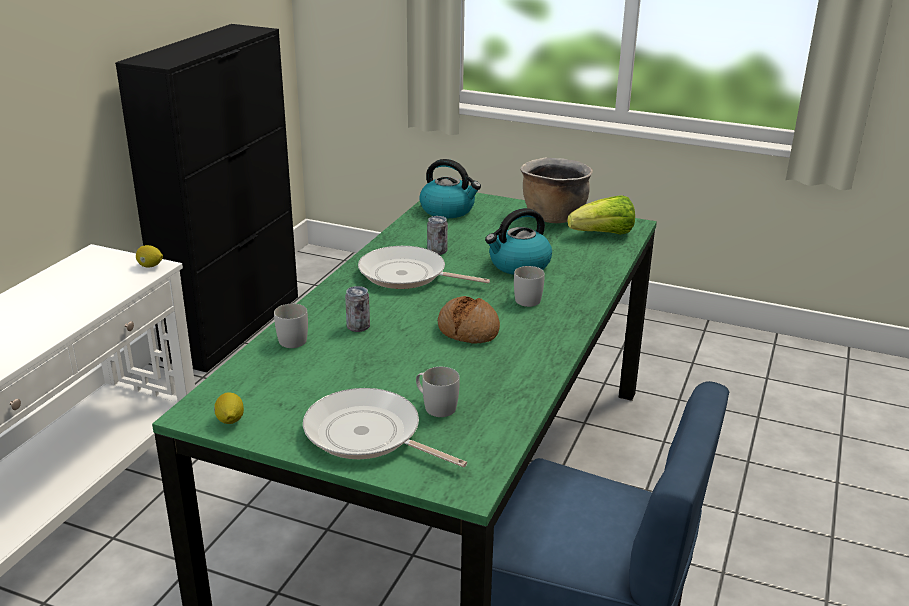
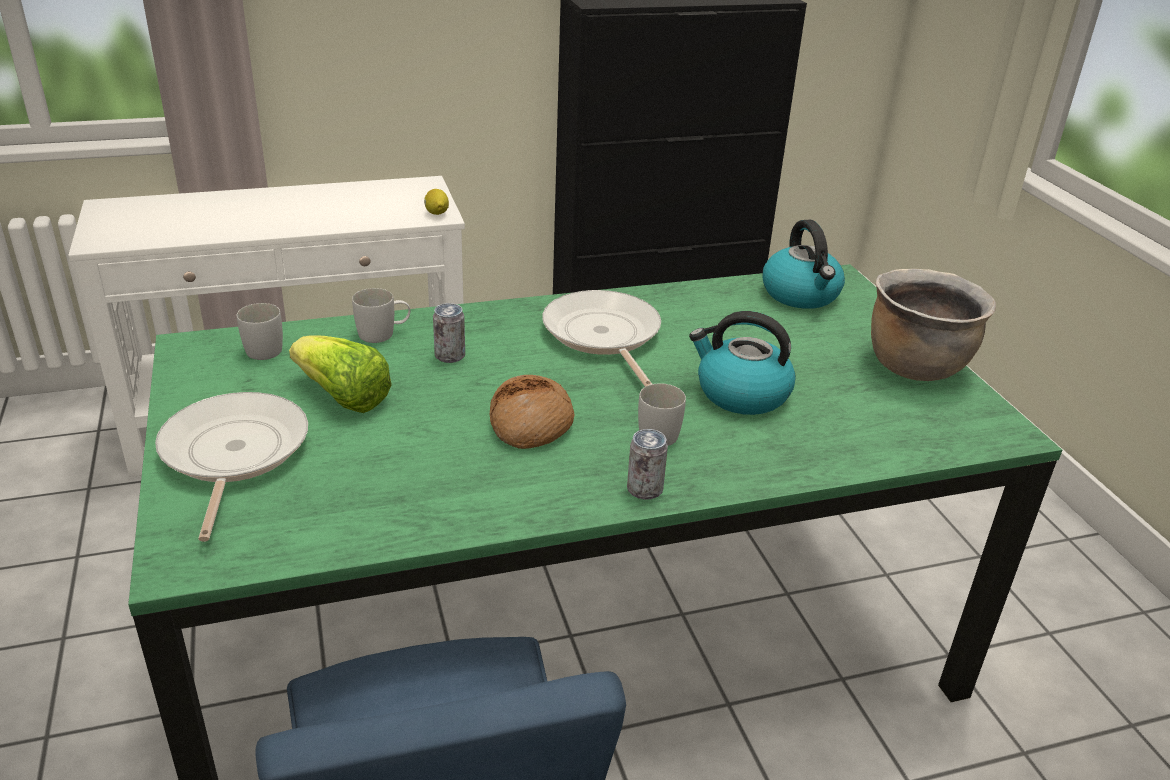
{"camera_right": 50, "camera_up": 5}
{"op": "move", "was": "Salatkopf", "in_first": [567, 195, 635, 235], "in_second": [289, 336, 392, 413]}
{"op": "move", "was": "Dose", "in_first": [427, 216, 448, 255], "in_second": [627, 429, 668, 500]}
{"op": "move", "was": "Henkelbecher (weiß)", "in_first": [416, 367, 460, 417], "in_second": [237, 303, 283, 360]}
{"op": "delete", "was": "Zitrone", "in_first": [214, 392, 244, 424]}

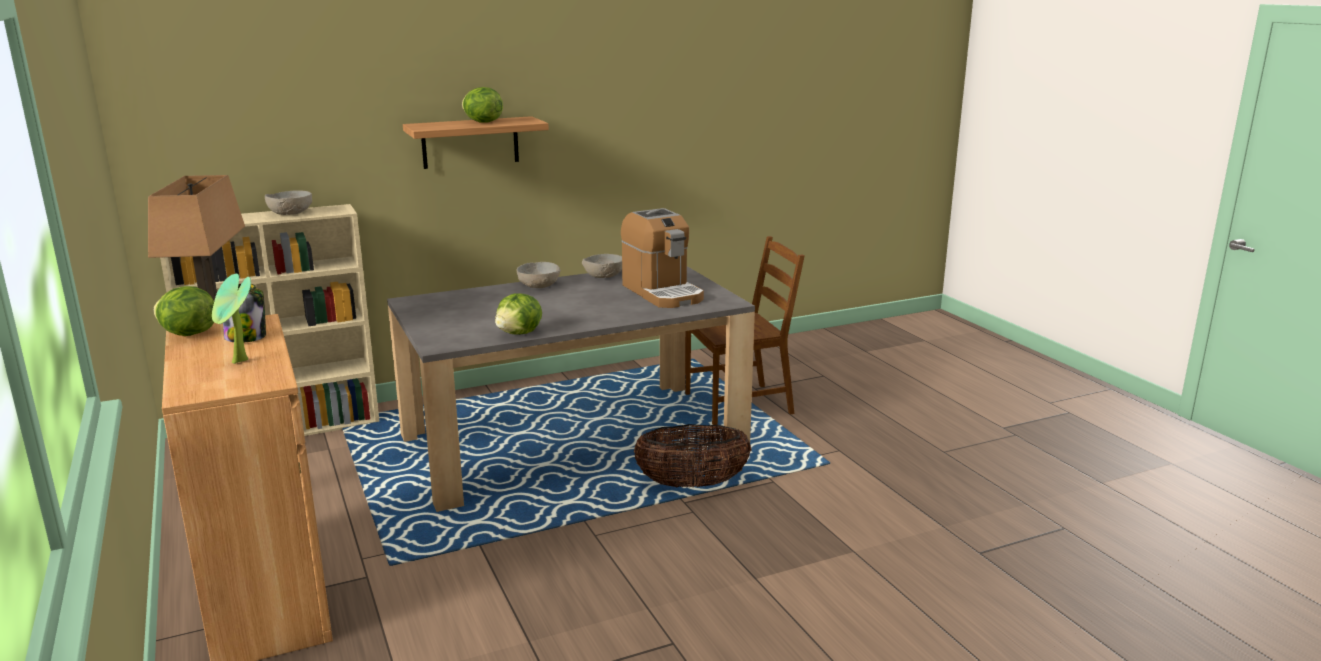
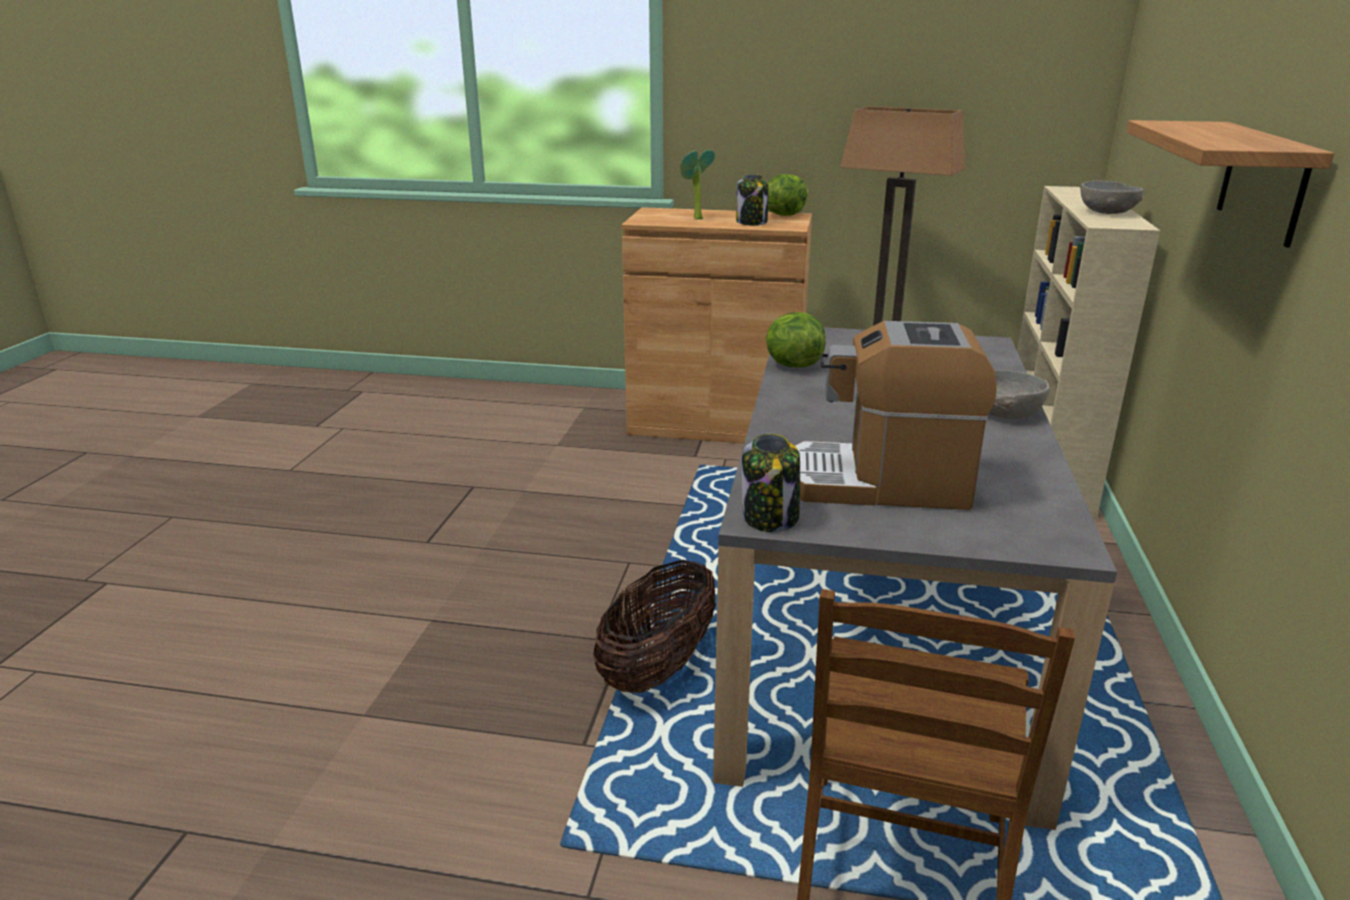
{"camera_right": 125, "camera_up": 5}
{"op": "delete", "was": "Salatkopf", "in_first": [462, 87, 503, 123]}
{"op": "delete", "was": "Schüssel (grau)", "in_first": [582, 254, 622, 278]}
{"op": "insert", "now": "Vorratsglas", "in_second": [742, 434, 800, 532]}

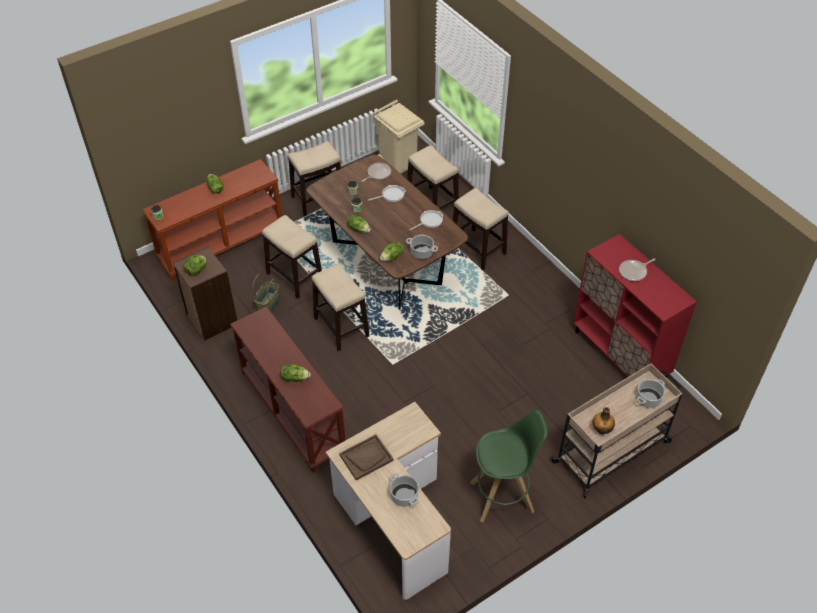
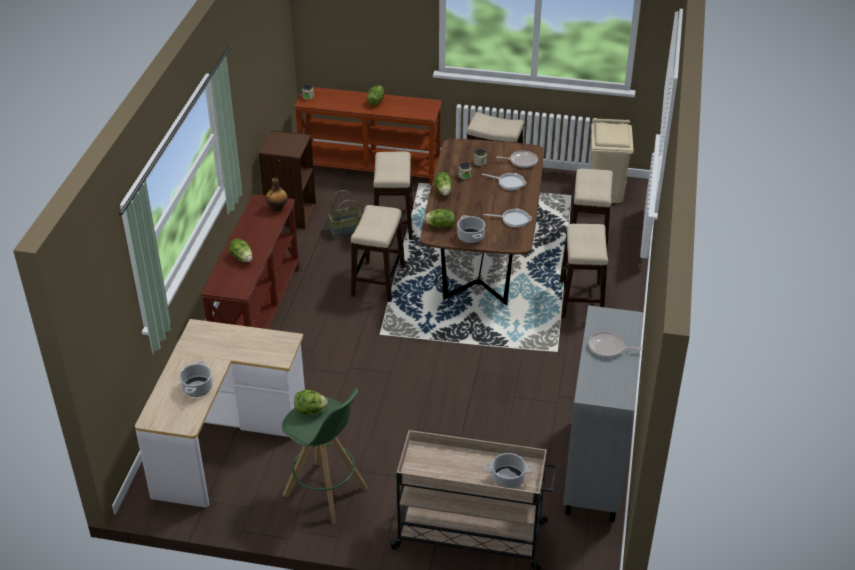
{"camera_right": 45, "camera_up": -10}
{"op": "recolor", "was": "Schrank (rot)", "now": "Schrank (grau)", "in_first": [573, 234, 697, 378], "in_second": [563, 305, 644, 522]}
{"op": "move", "was": "Salatkopf", "in_first": [183, 255, 207, 275], "in_second": [294, 390, 327, 415]}
{"op": "move", "was": "Flasche", "in_first": [593, 407, 615, 434], "in_second": [266, 178, 288, 211]}
{"op": "delete", "was": "Tablett (braun)", "in_first": [339, 434, 394, 481]}

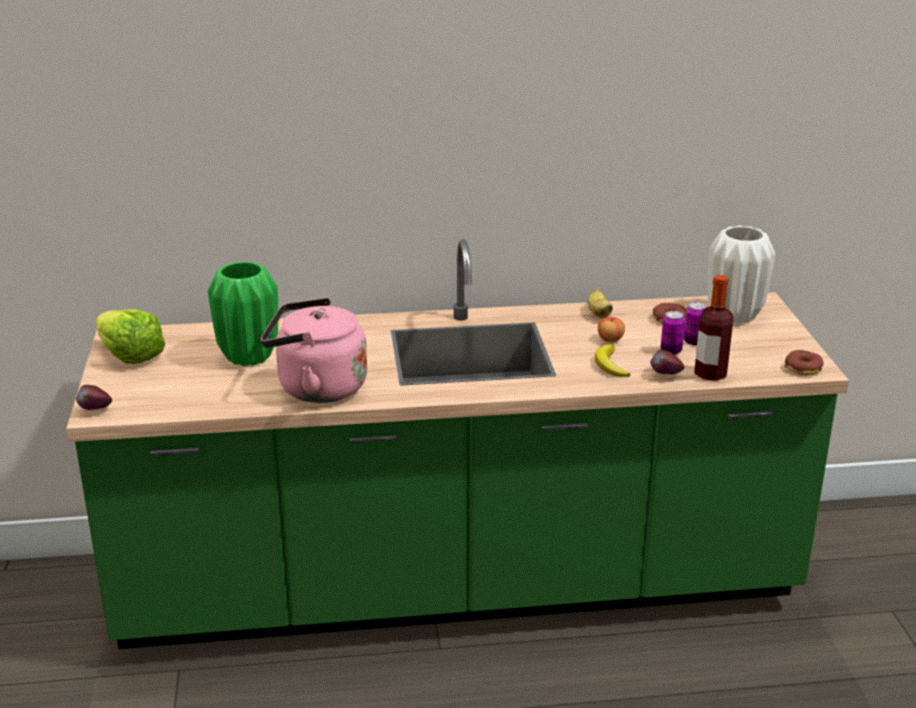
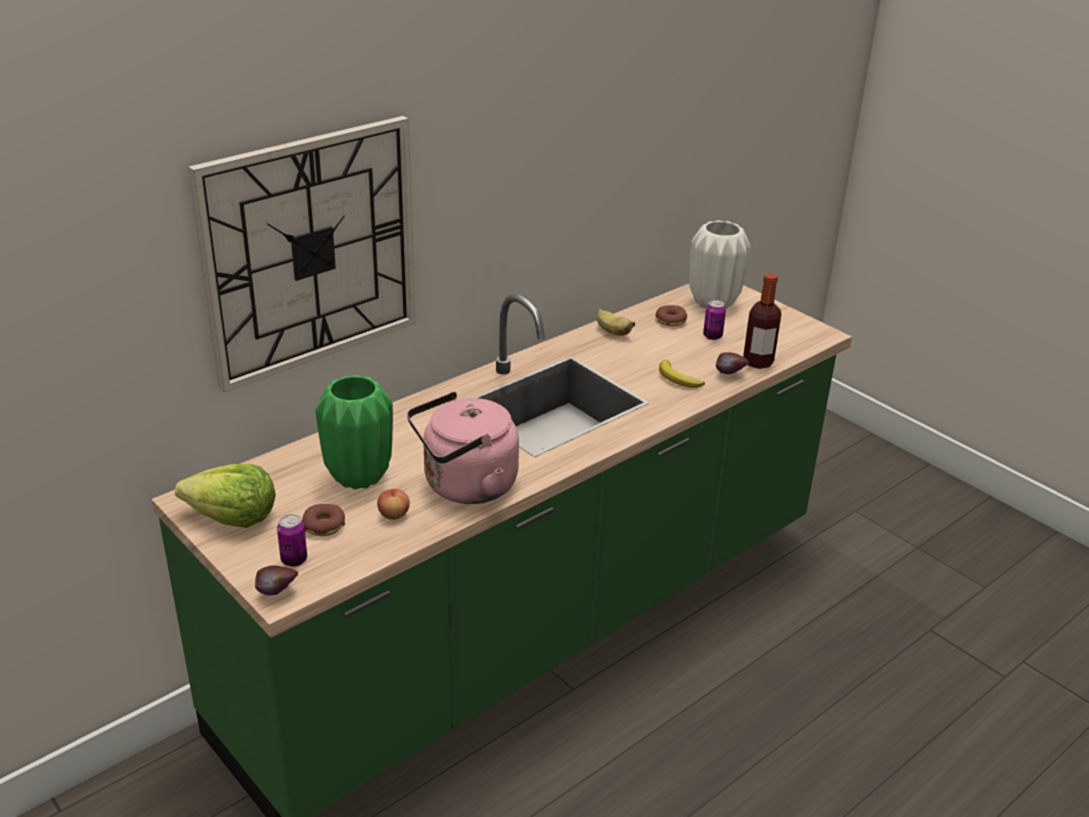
{"camera_right": -35, "camera_up": 5}
{"op": "move", "was": "Dose", "in_first": [661, 311, 685, 355], "in_second": [277, 514, 307, 567]}
{"op": "move", "was": "Apfel", "in_first": [598, 315, 625, 342], "in_second": [377, 489, 410, 520]}
{"op": "move", "was": "Donut", "in_first": [785, 350, 824, 375], "in_second": [302, 504, 345, 536]}
{"op": "insert", "now": "Wanduhr", "in_second": [188, 116, 416, 392]}

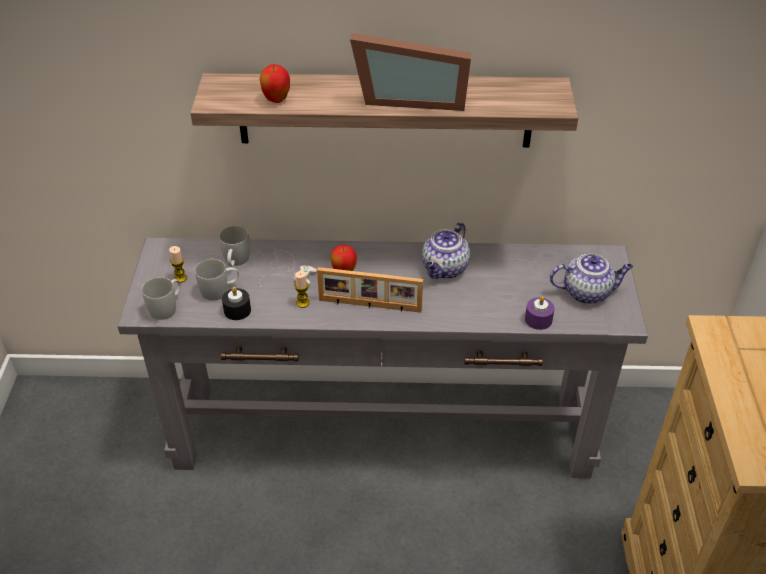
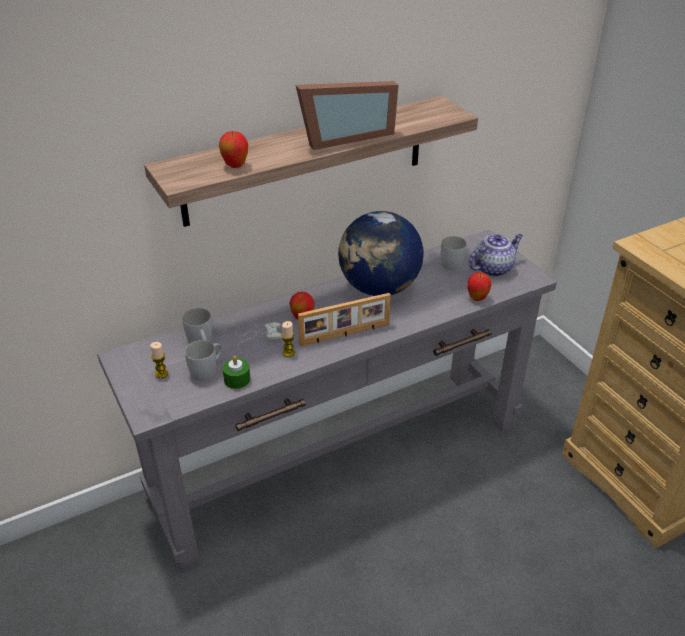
{"camera_right": -30, "camera_up": -5}
{"op": "replace", "was": "Teekanne", "now": "Globus", "in_first": [422, 222, 470, 279], "in_second": [338, 211, 424, 296]}
{"op": "move", "was": "Henkelbecher (weiß)", "in_first": [142, 277, 181, 320], "in_second": [441, 236, 467, 270]}
{"op": "recolor", "was": "Kerze (schwarz)", "now": "Kerze (grün)", "in_first": [222, 287, 251, 320], "in_second": [222, 356, 250, 389]}
{"op": "replace", "was": "Kerze (lila)", "now": "Apfel", "in_first": [525, 296, 555, 330], "in_second": [467, 272, 492, 301]}

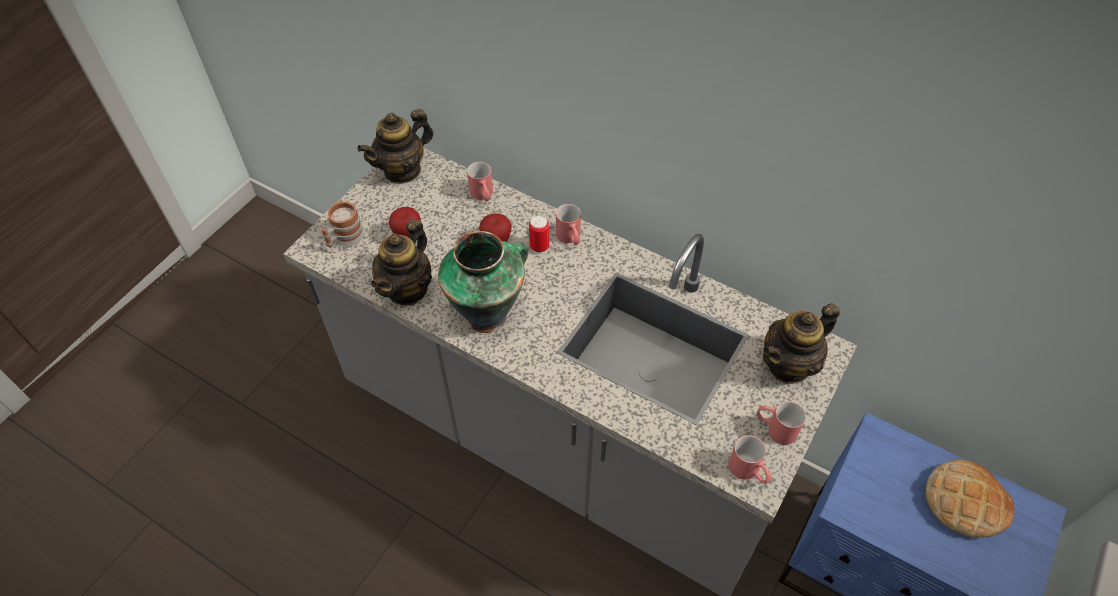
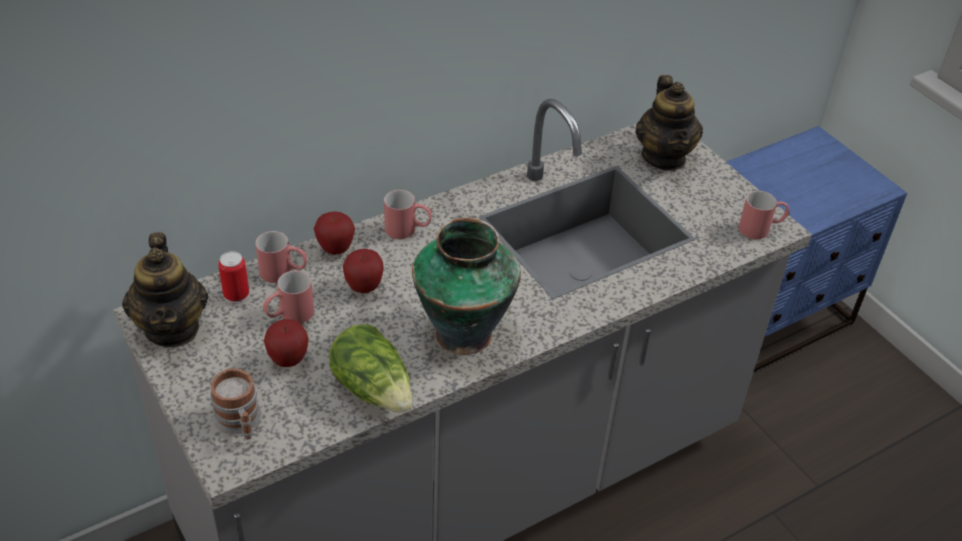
{"camera_right": -65, "camera_up": -10}
{"op": "move", "was": "Dose", "in_first": [529, 215, 549, 254], "in_second": [218, 251, 249, 304]}
{"op": "replace", "was": "Teekanne", "now": "Salatkopf", "in_first": [371, 219, 432, 306], "in_second": [329, 324, 412, 413]}
{"op": "move", "was": "Henkelbecher (rot)", "in_first": [757, 401, 806, 445], "in_second": [263, 270, 314, 323]}
{"op": "delete", "was": "Brot", "in_first": [925, 460, 1015, 538]}
{"op": "insert", "now": "Apfel", "in_second": [314, 212, 355, 255]}

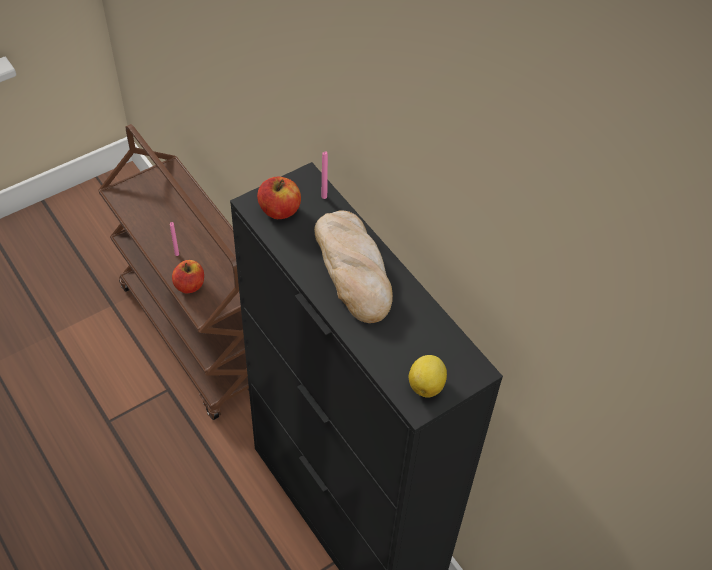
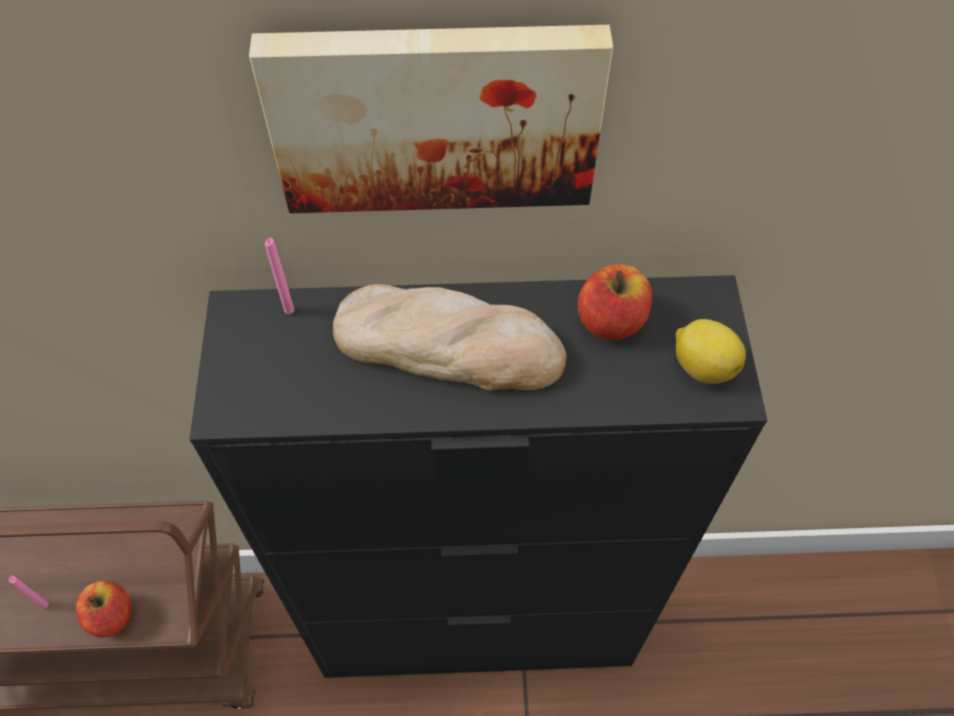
{"camera_right": -55, "camera_up": 5}
{"op": "move", "was": "Apfel", "in_first": [257, 177, 301, 219], "in_second": [578, 264, 652, 340]}
{"op": "insert", "now": "Bild", "in_second": [249, 25, 613, 213]}

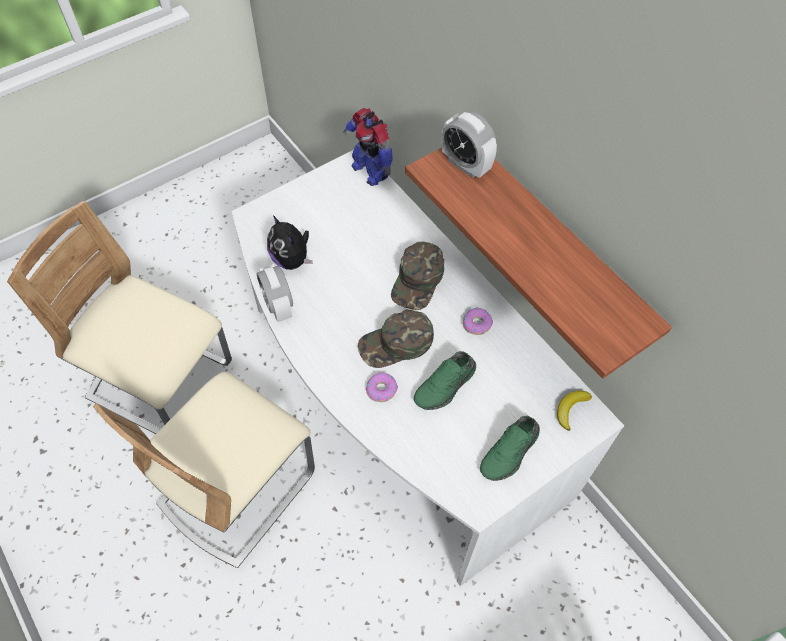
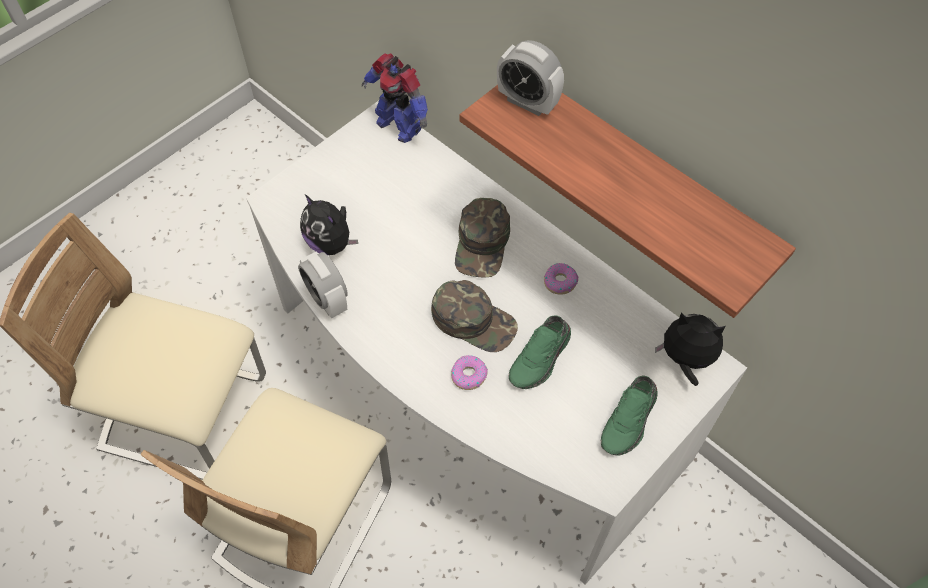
{"camera_right": -10, "camera_up": 0}
{"op": "rotate", "was": "Kappe (grün)", "in_first": [358, 309, 434, 368], "in_second": [431, 280, 518, 352], "clockwise": -120}
{"op": "replace", "was": "Banane", "now": "Plüschtier", "in_first": [557, 390, 592, 431], "in_second": [655, 312, 725, 386]}

